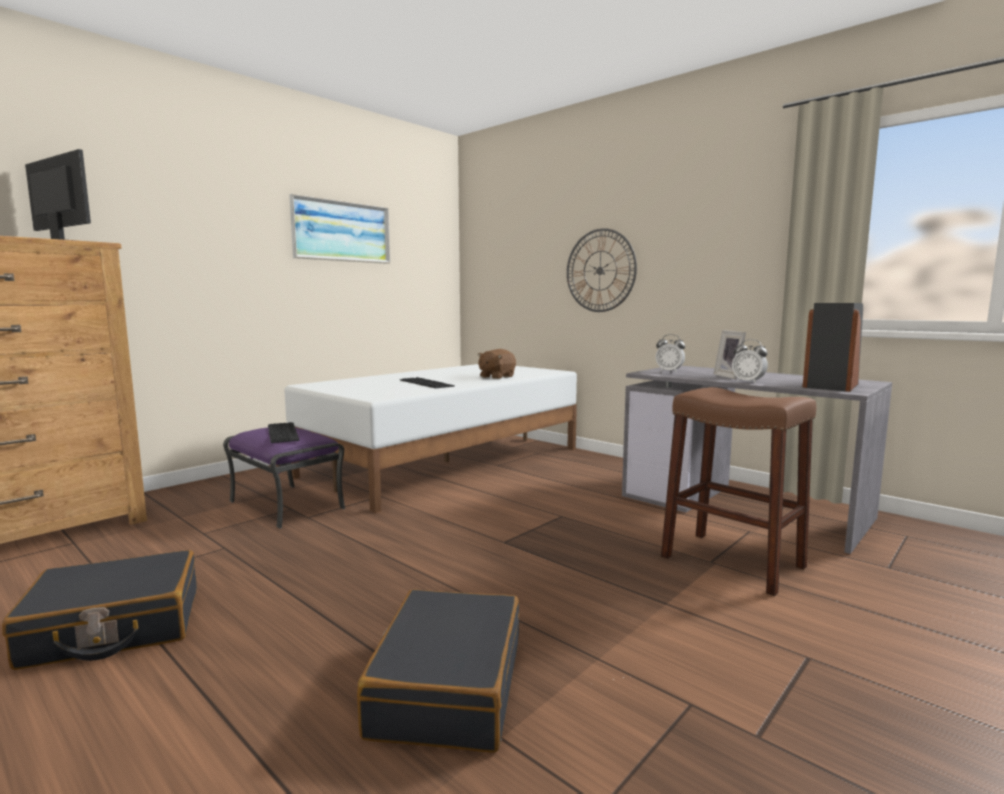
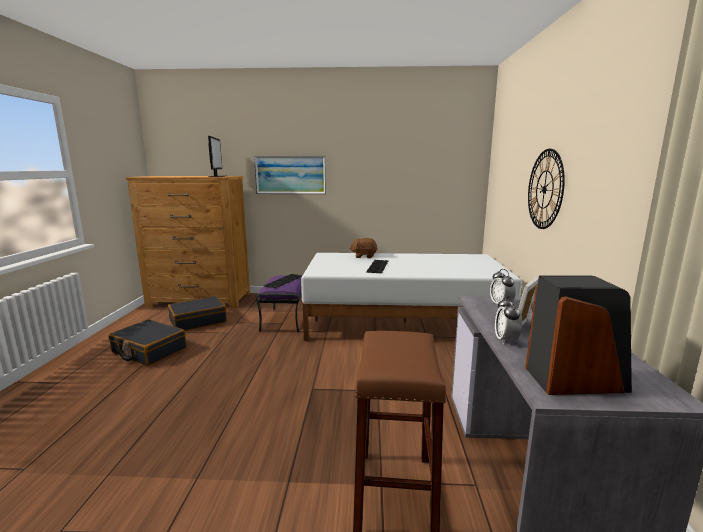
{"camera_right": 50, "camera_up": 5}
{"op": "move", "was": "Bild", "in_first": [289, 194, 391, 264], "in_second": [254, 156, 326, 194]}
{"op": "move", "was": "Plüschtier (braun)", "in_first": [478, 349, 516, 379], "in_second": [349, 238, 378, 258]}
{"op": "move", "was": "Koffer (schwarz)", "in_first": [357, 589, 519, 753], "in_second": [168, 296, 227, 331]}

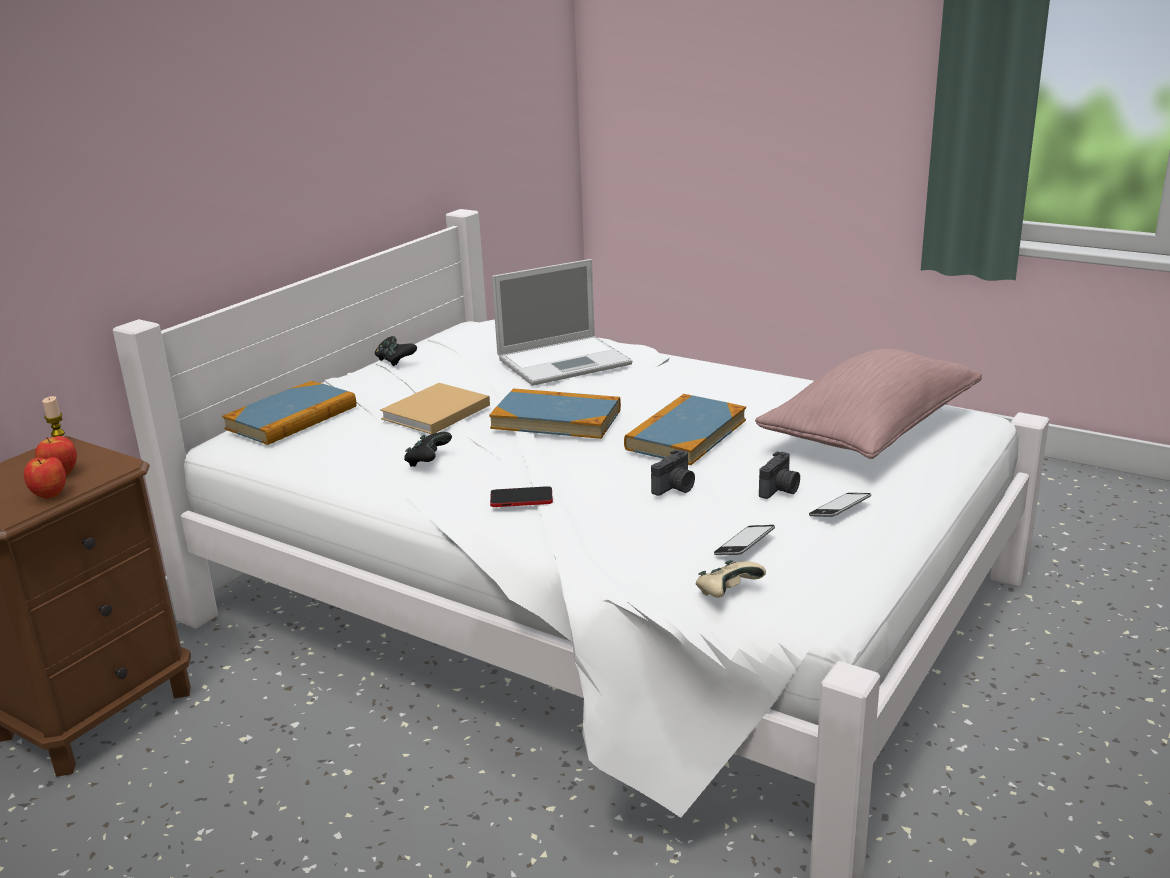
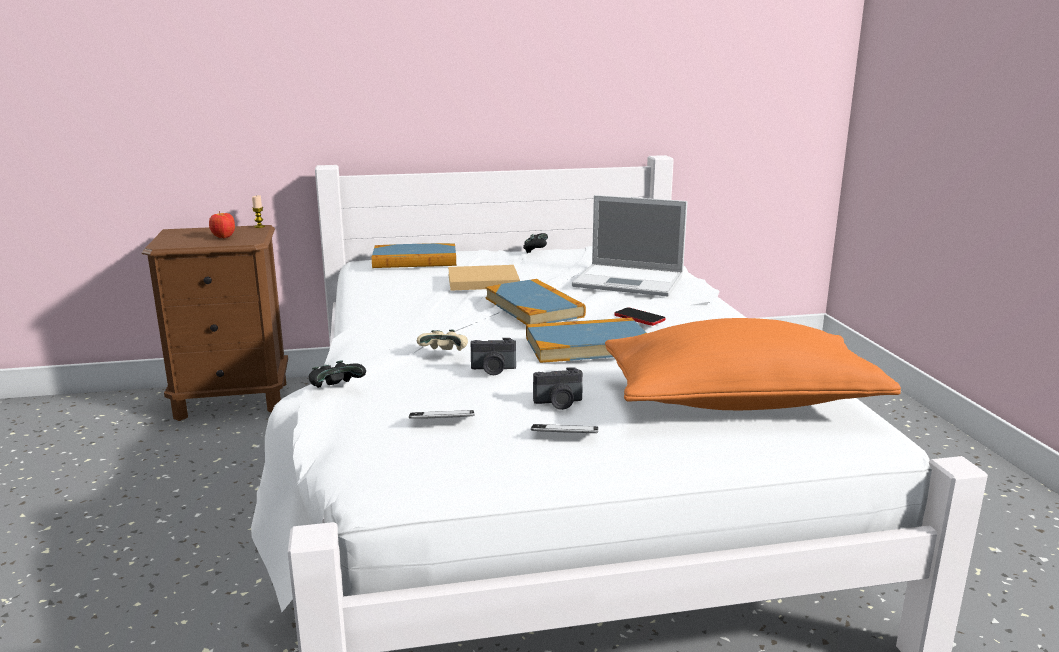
{"camera_right": 45, "camera_up": -5}
{"op": "recolor", "was": "Kissen (rosa)", "now": "Kissen (orange)", "in_first": [755, 349, 982, 459], "in_second": [605, 318, 901, 410]}
{"op": "move", "was": "Gamepad (schwarz)", "in_first": [404, 432, 452, 467], "in_second": [309, 360, 366, 388]}
{"op": "delete", "was": "Apfel", "in_first": [24, 457, 66, 499]}
{"op": "move", "was": "Handy", "in_first": [490, 486, 553, 507], "in_second": [614, 307, 666, 326]}
{"op": "move", "was": "Gamepad (beige)", "in_first": [695, 560, 766, 598], "in_second": [417, 330, 468, 351]}

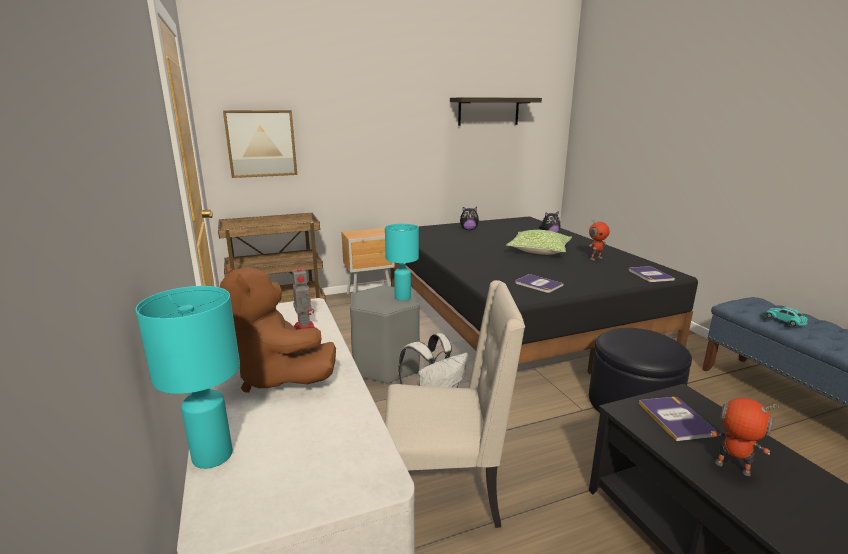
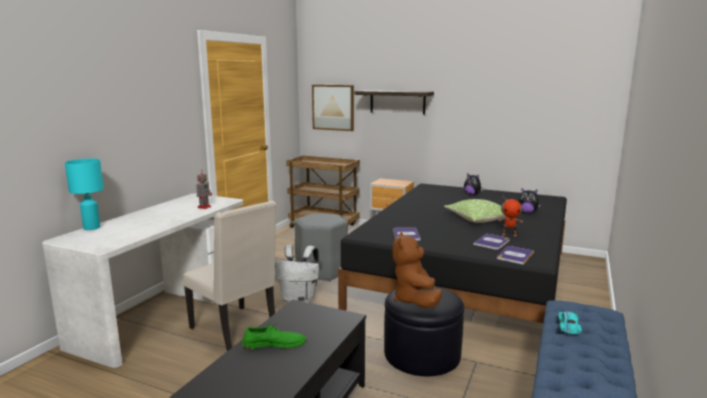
{"camera_right": 45, "camera_up": -5}
{"op": "move", "was": "Wandregal", "in_first": [450, 97, 542, 126], "in_second": [354, 90, 434, 114]}
{"op": "delete", "was": "Tischlampe (türkis)", "in_first": [385, 224, 419, 301]}
{"op": "move", "was": "Plüschtier (braun)", "in_first": [220, 265, 336, 392], "in_second": [392, 232, 442, 308]}
{"op": "move", "was": "Buch", "in_first": [639, 397, 717, 441], "in_second": [473, 234, 510, 250]}
{"op": "replace", "was": "Spielzeugroboter", "now": "Schuh (grün)", "in_first": [710, 398, 779, 476], "in_second": [242, 323, 306, 350]}

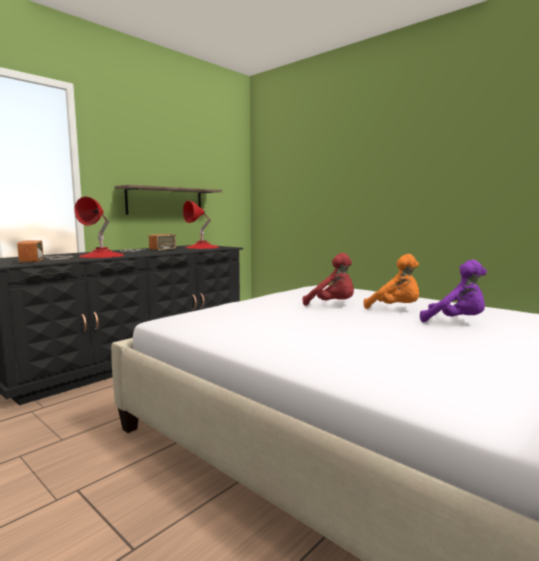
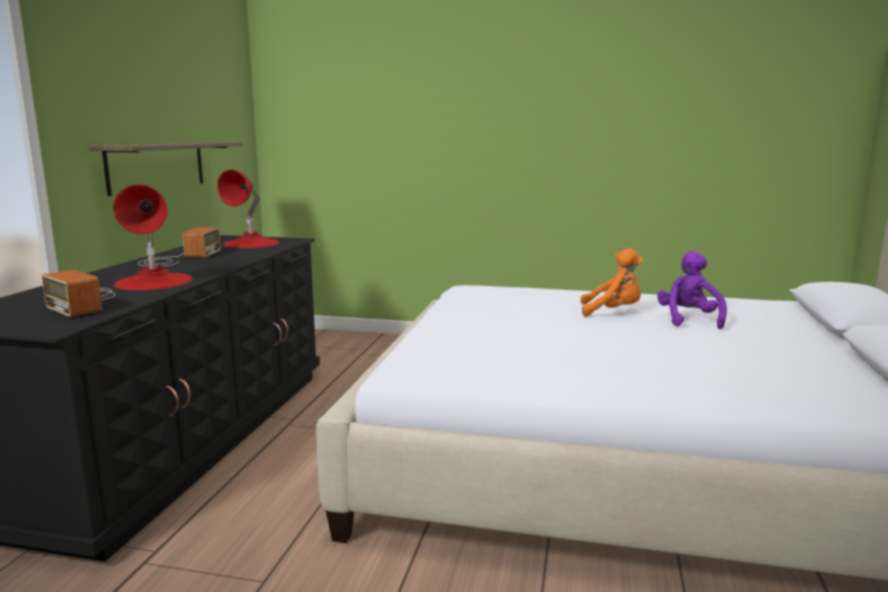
{"camera_right": -30, "camera_up": 5}
{"op": "delete", "was": "Plüschtier (rot)", "in_first": [303, 253, 354, 306]}
{"op": "rotate", "was": "Plüschtier (lila)", "in_first": [420, 260, 487, 322], "in_second": [657, 251, 727, 329], "clockwise": -90}

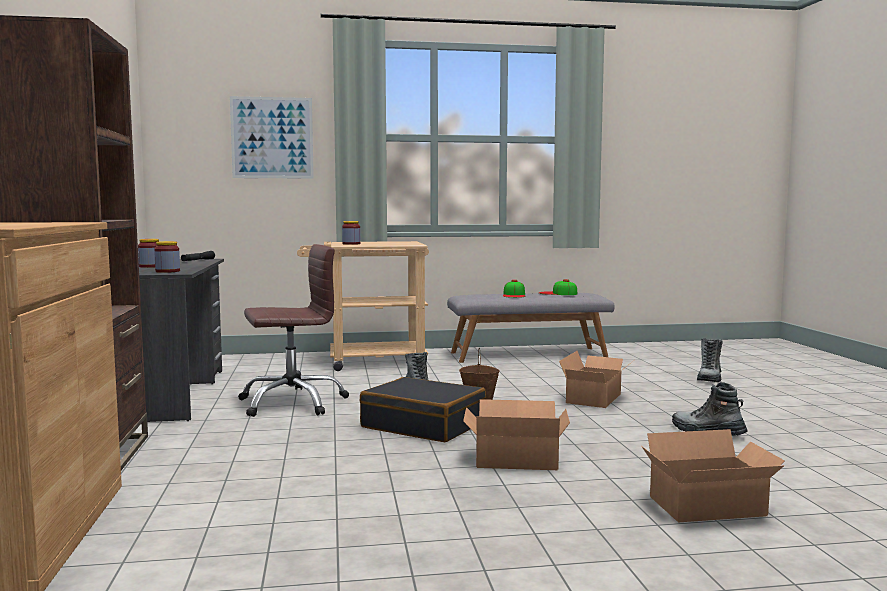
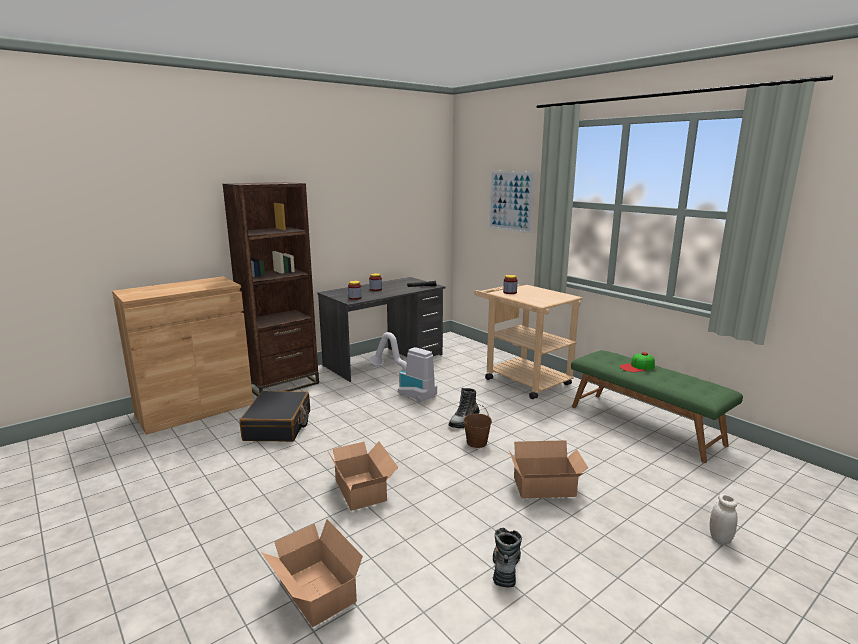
{"camera_right": 60, "camera_up": 10}
{"op": "replace", "was": "Bürostuhl (braun)", "now": "Staubsauger", "in_first": [238, 244, 349, 417], "in_second": [369, 332, 437, 403]}
{"op": "delete", "was": "Kappe", "in_first": [539, 279, 577, 295]}
{"op": "recolor", "was": "Bank (grau)", "now": "Bank (grün)", "in_first": [447, 293, 615, 363], "in_second": [571, 350, 743, 463]}
{"op": "replace", "was": "Stiefel", "now": "Vorratsglas (weiß)", "in_first": [697, 338, 723, 382], "in_second": [710, 494, 738, 545]}
{"op": "move", "was": "Koffer (schwarz)", "in_first": [360, 377, 486, 442], "in_second": [240, 391, 310, 442]}

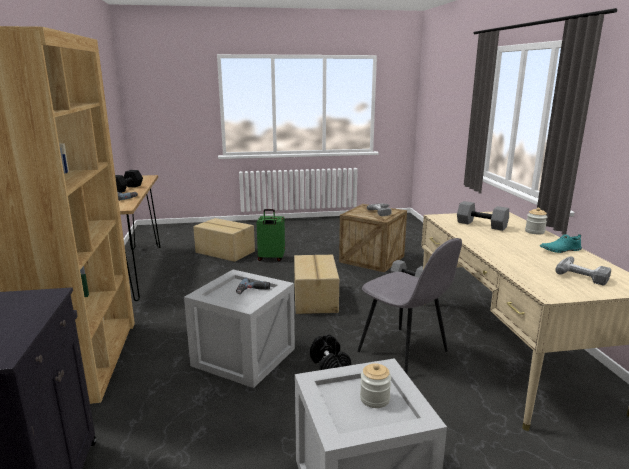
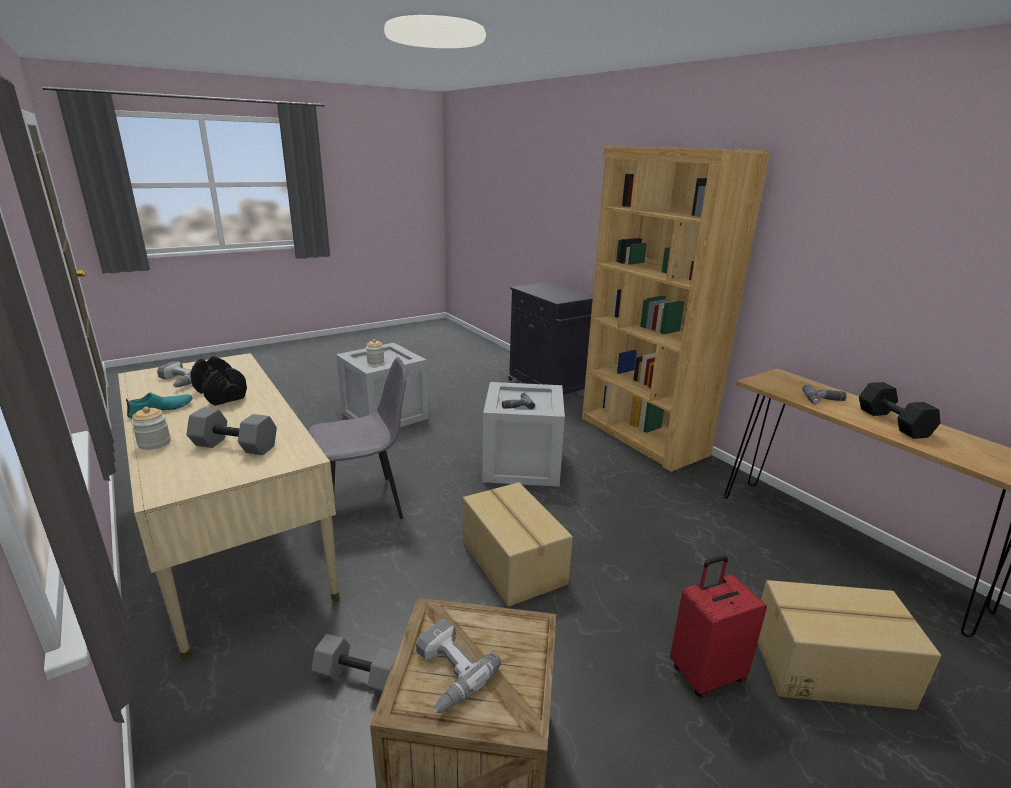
{"camera_right": 155, "camera_up": 5}
{"op": "recolor", "was": "Koffer (grün)", "now": "Koffer (rot)", "in_first": [257, 209, 285, 261], "in_second": [670, 556, 767, 698]}
{"op": "rotate", "was": "Stuhl (grau)", "in_first": [357, 238, 462, 374], "in_second": [308, 357, 407, 522], "clockwise": 135}
{"op": "move", "was": "Hantel (schwarz)", "in_first": [310, 334, 351, 370], "in_second": [190, 356, 247, 406]}

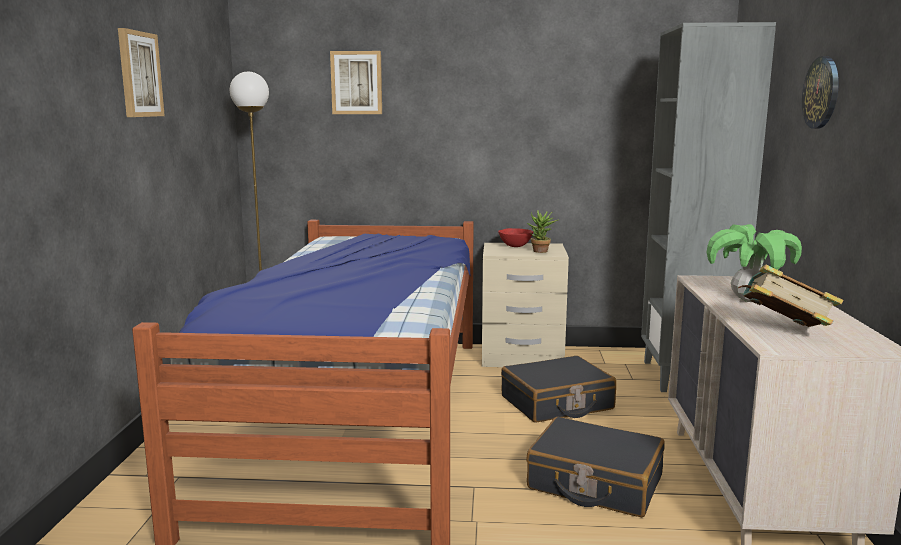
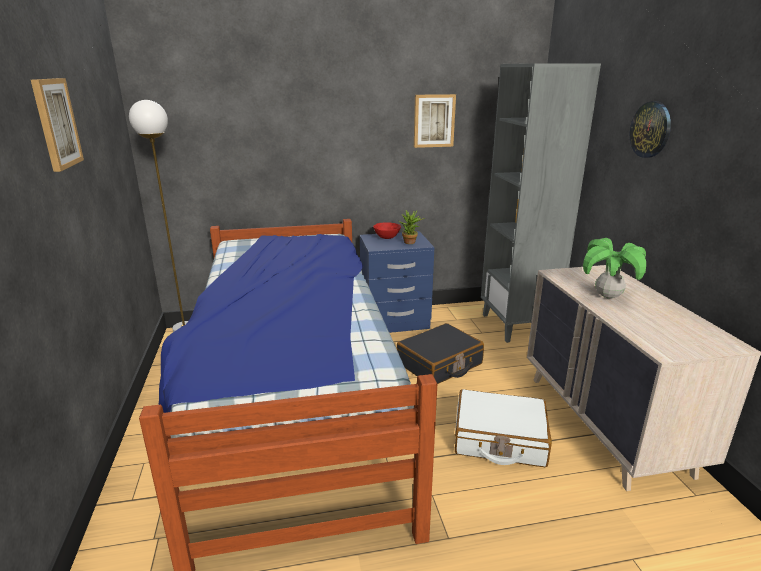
{"camera_right": -15, "camera_up": 10}
{"op": "move", "was": "Bild", "in_first": [330, 51, 382, 114], "in_second": [414, 94, 456, 148]}
{"op": "recolor", "was": "Nachttisch (beige)", "now": "Nachttisch (blau)", "in_first": [482, 243, 569, 367], "in_second": [360, 231, 434, 333]}
{"op": "delete", "was": "Buch", "in_first": [738, 265, 844, 327]}
{"op": "recolor", "was": "Koffer (schwarz)", "now": "Koffer (weiß)", "in_first": [526, 417, 665, 517], "in_second": [455, 389, 552, 467]}

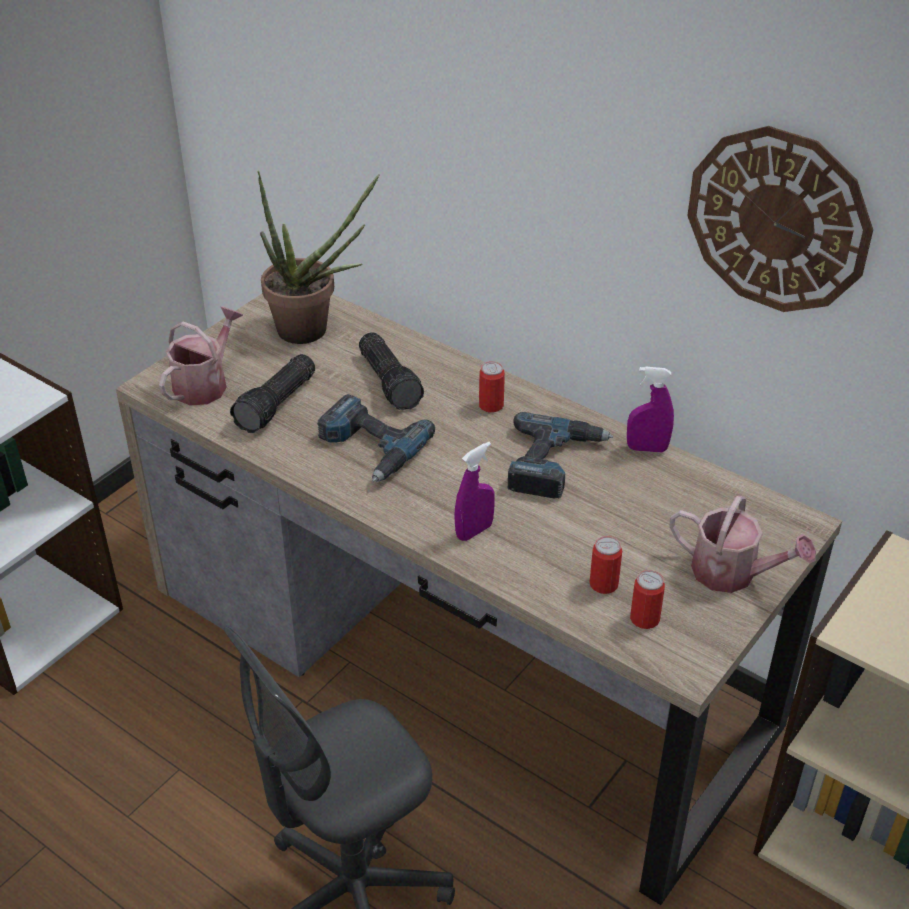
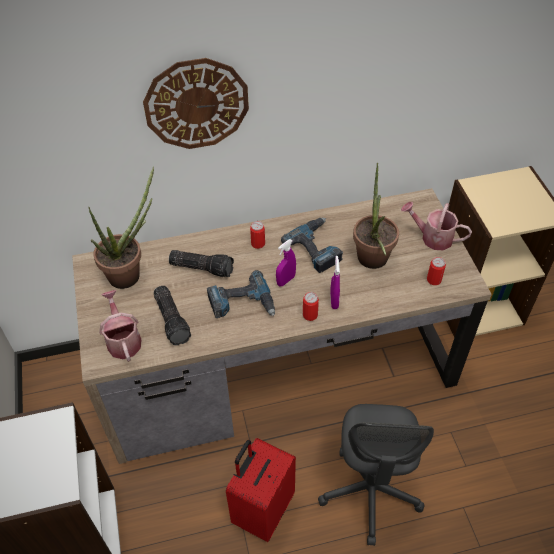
{"camera_right": -50, "camera_up": 10}
{"op": "move", "was": "Wanduhr", "in_first": [687, 126, 873, 312], "in_second": [143, 58, 249, 149]}
{"op": "move", "was": "Sprühflasche (lila)", "in_first": [627, 366, 674, 452], "in_second": [276, 239, 296, 287]}
{"op": "rotate", "was": "Gießkanne", "in_first": [670, 496, 816, 593], "in_second": [401, 202, 472, 251], "clockwise": -135}
{"op": "move", "was": "Dose", "in_first": [589, 536, 622, 594], "in_second": [303, 292, 319, 321]}
{"op": "insert", "now": "Topfpflanze", "in_second": [353, 163, 399, 269]}
{"op": "insert", "now": "Koffer (rot)", "in_second": [226, 438, 296, 542]}

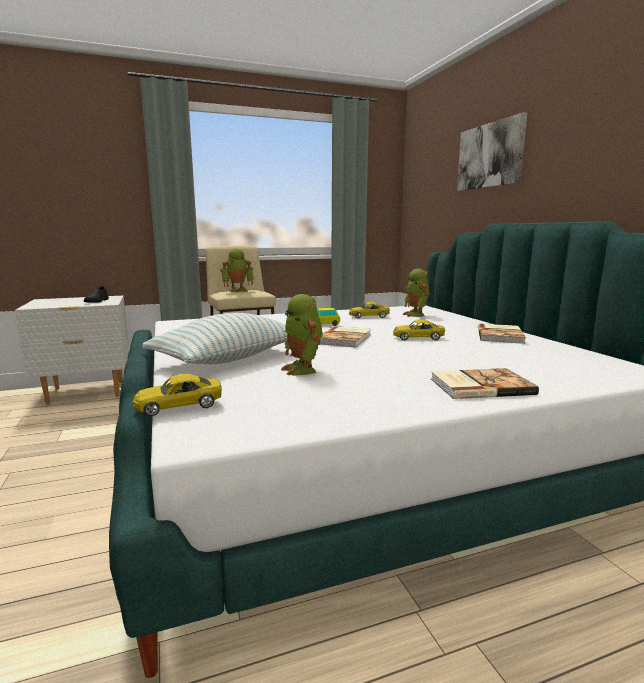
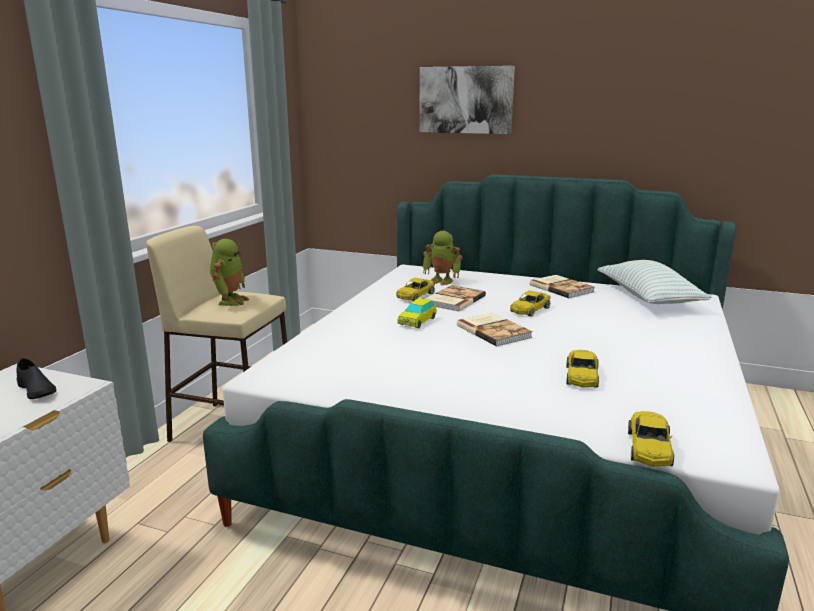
{"camera_right": -50, "camera_up": 5}
{"op": "replace", "was": "Spielzeugroboter", "now": "Spielzeugauto (gelb)", "in_first": [281, 294, 323, 376], "in_second": [566, 350, 599, 388]}
{"op": "move", "was": "Kissen", "in_first": [142, 313, 287, 365], "in_second": [598, 260, 712, 304]}
{"op": "move", "was": "Buch", "in_first": [431, 368, 539, 399], "in_second": [426, 285, 486, 311]}

